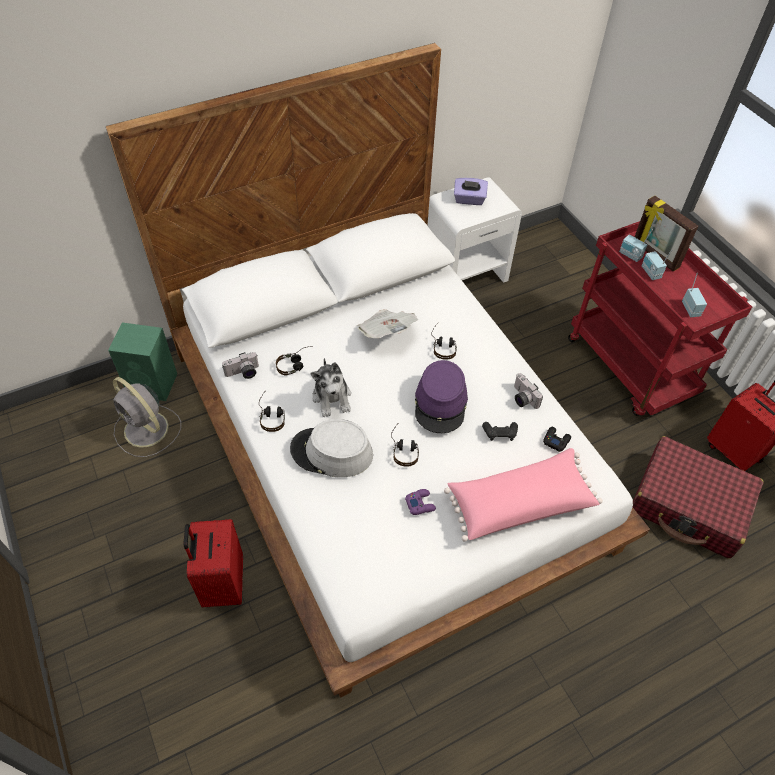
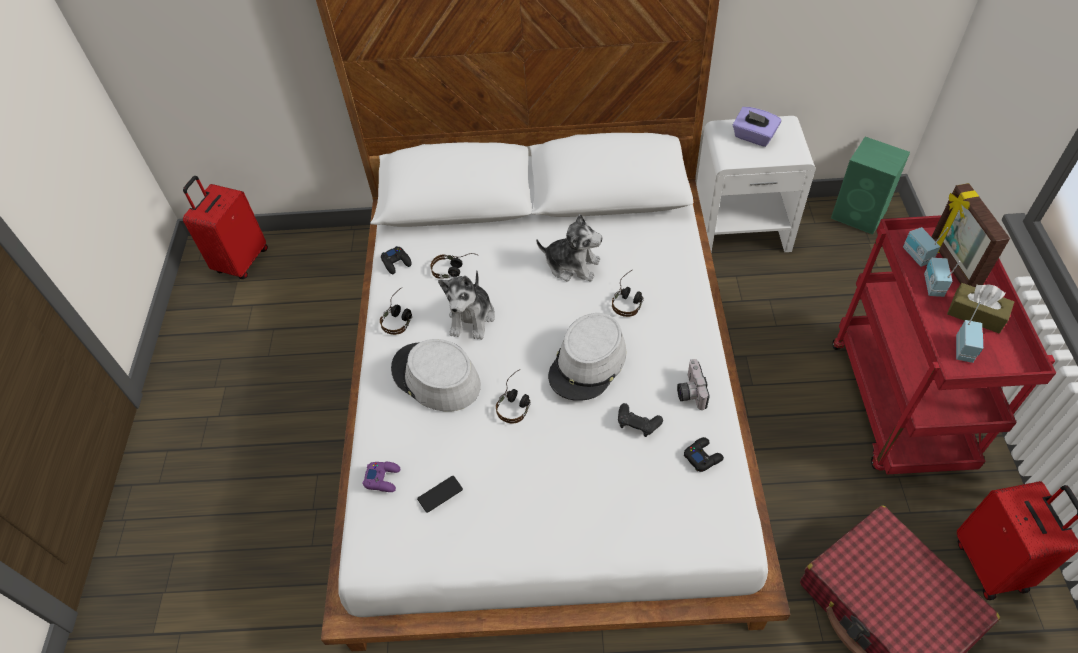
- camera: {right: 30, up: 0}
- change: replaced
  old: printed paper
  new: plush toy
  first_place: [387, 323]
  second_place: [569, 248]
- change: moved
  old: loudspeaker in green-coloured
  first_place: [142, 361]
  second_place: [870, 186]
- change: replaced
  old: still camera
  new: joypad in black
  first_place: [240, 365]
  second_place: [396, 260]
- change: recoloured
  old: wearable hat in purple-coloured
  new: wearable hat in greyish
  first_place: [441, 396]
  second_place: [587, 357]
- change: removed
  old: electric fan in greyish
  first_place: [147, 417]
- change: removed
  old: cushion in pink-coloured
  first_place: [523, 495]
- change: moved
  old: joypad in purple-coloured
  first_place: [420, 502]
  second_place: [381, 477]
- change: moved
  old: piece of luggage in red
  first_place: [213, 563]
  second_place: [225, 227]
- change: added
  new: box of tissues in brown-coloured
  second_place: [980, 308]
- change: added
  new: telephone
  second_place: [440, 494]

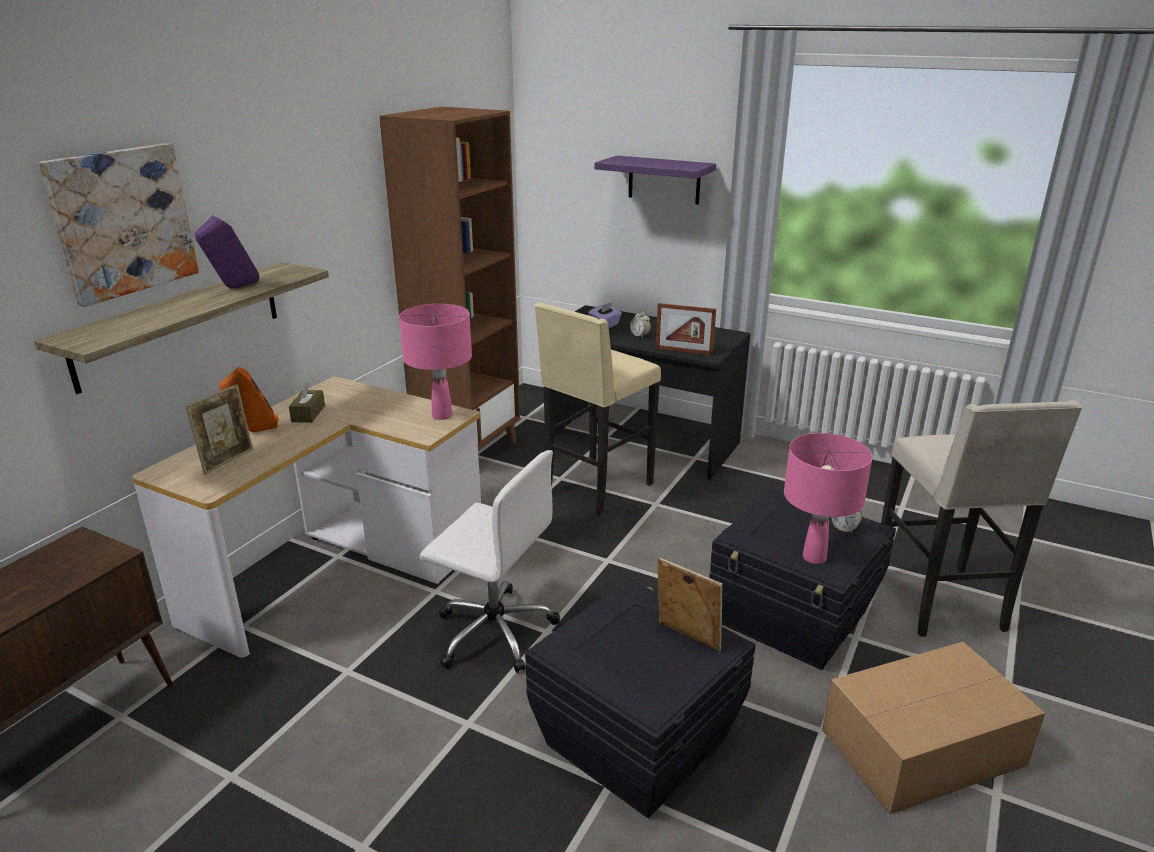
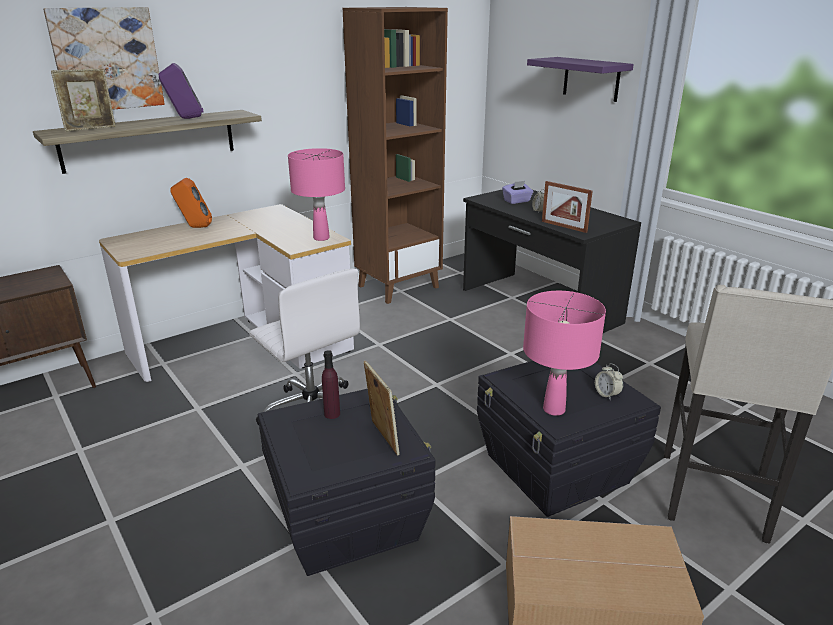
- camera: {right: 25, up: 0}
- change: removed
  old: stool in beige-coloured
  first_place: [597, 409]
- change: removed
  old: box of tissues in brown-coloured
  first_place: [307, 402]
- change: moved
  old: standing frame
  first_place: [219, 429]
  second_place: [83, 100]
- change: added
  new: bottle in purple-coloured
  second_place: [331, 384]

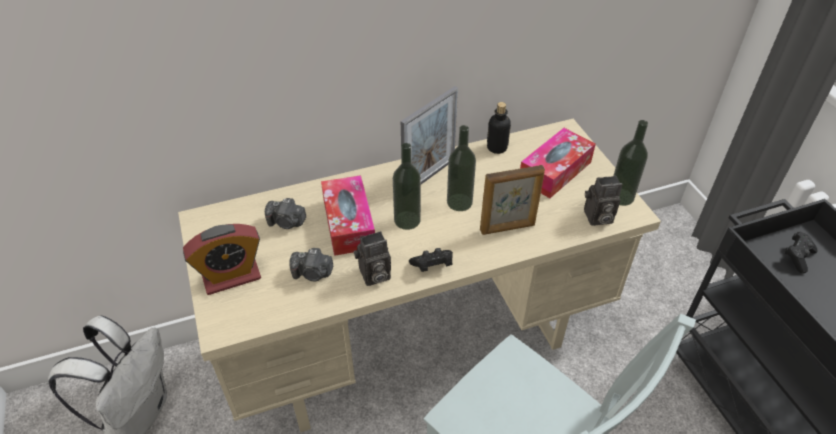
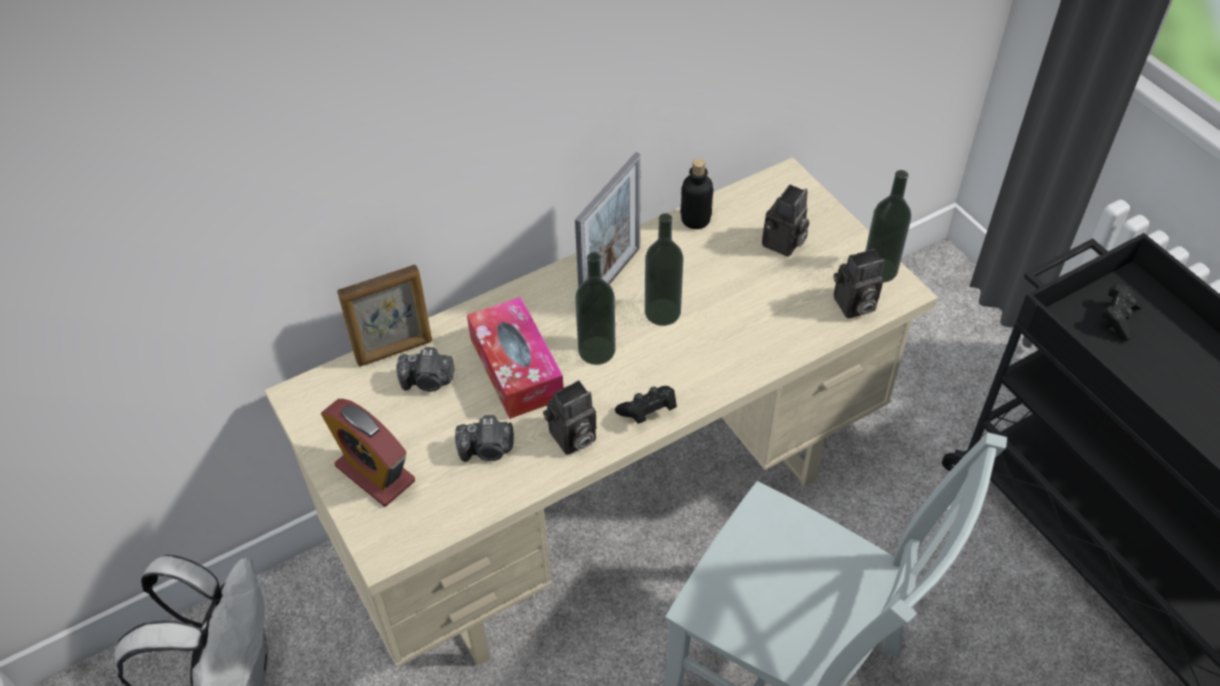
- camera: {right: -10, up: 5}
- change: replaced
  old: box of tissues
  new: still camera
  first_place: [558, 163]
  second_place: [785, 221]
- change: moved
  old: standing frame
  first_place: [512, 200]
  second_place: [384, 315]
- change: turned
  old: bedside clock
  first_place: [222, 259]
  second_place: [368, 452]
  degrees: 75

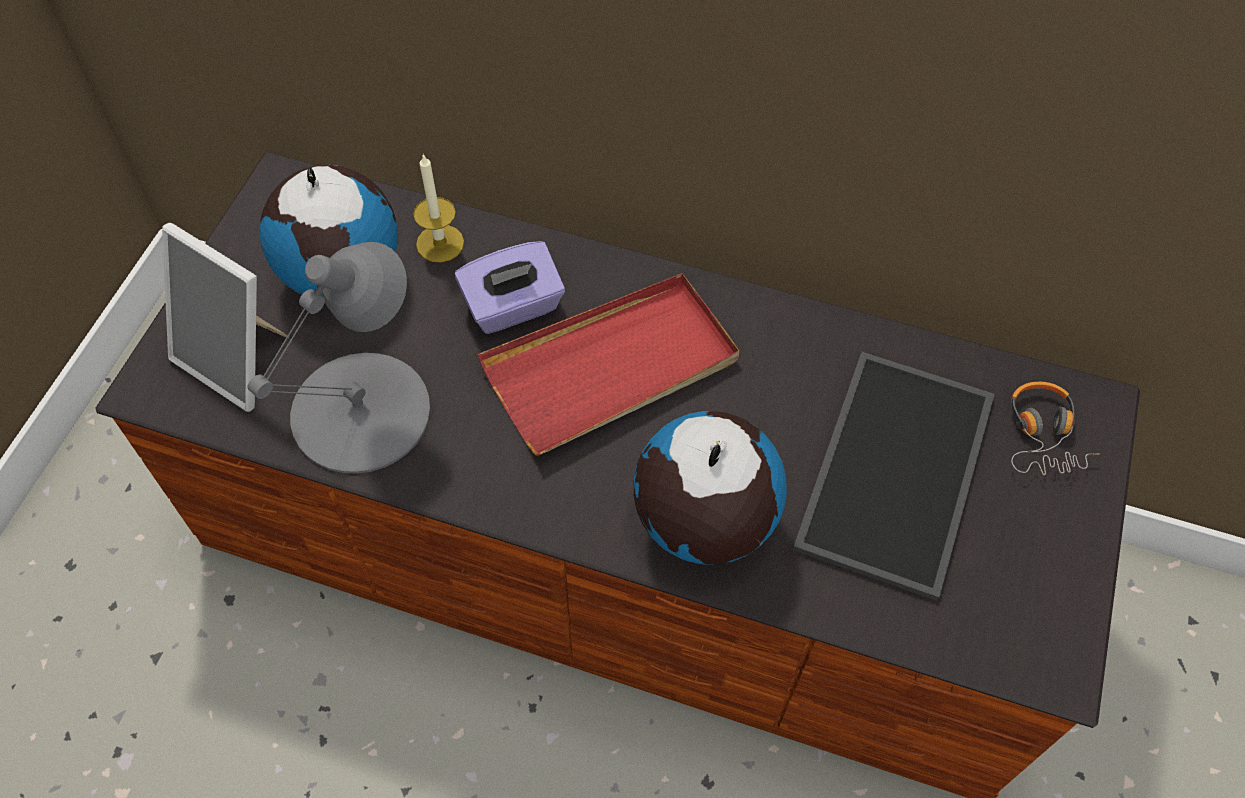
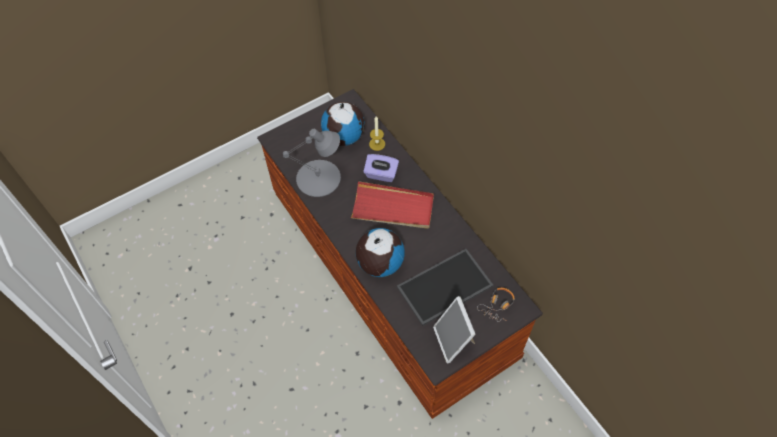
- camera: {right: 40, up: 0}
- change: moved
  old: standing frame
  first_place: [226, 317]
  second_place: [454, 329]

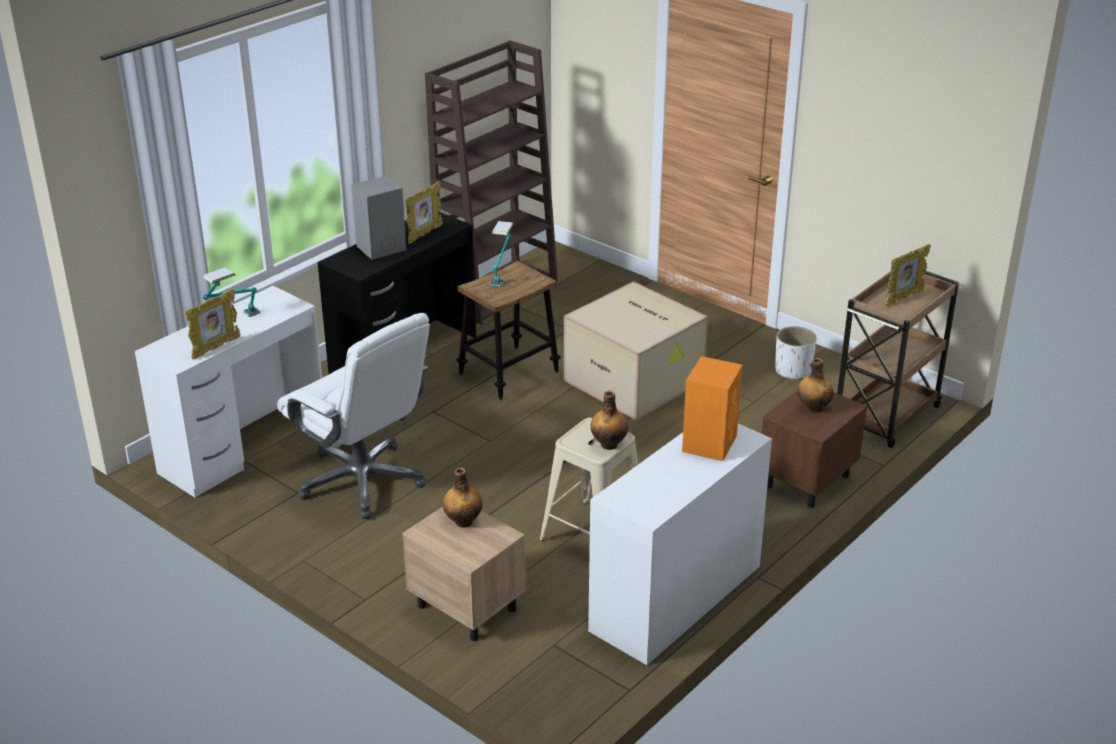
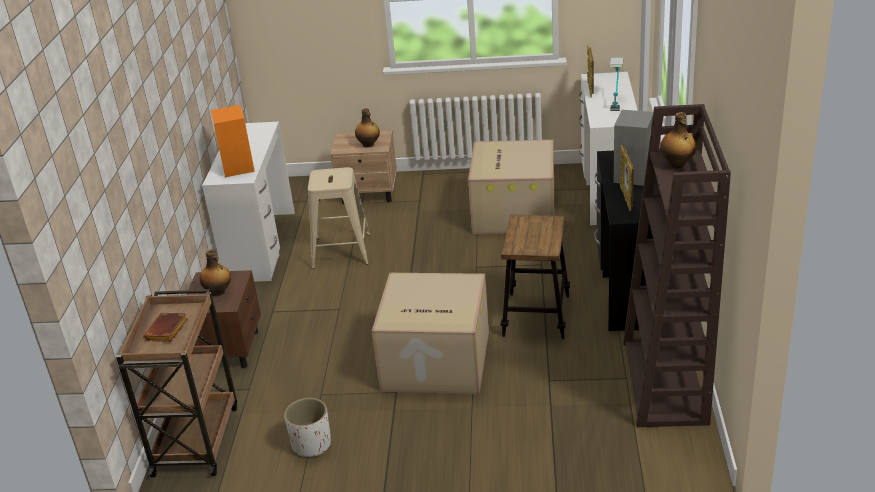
- camera: {right: 145, up: 0}
- change: removed
  old: lamp for a table
  first_place: [502, 254]
- change: replaced
  old: standing frame
  new: book in brown-coloured
  first_place: [908, 275]
  second_place: [165, 327]
- change: replaced
  old: office chair in whitish
  new: cardboard box
  first_place: [353, 416]
  second_place: [511, 187]
- change: moved
  old: bottle
  first_place: [609, 420]
  second_place: [678, 140]

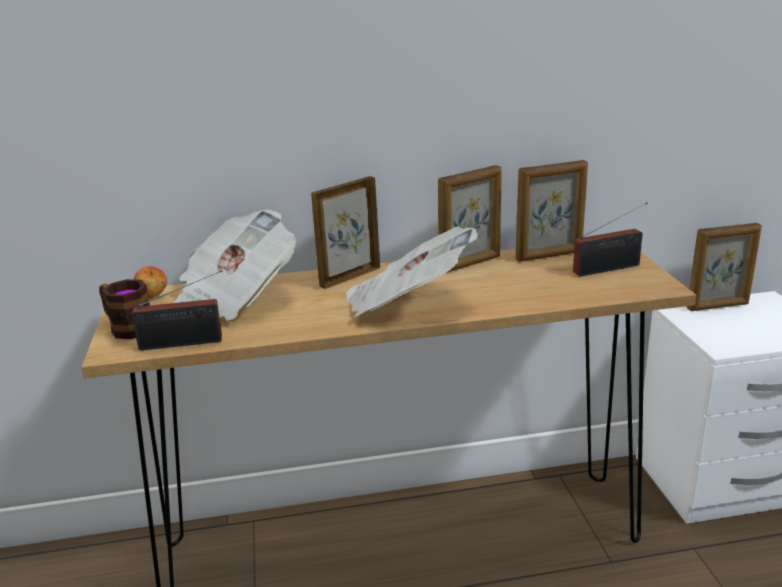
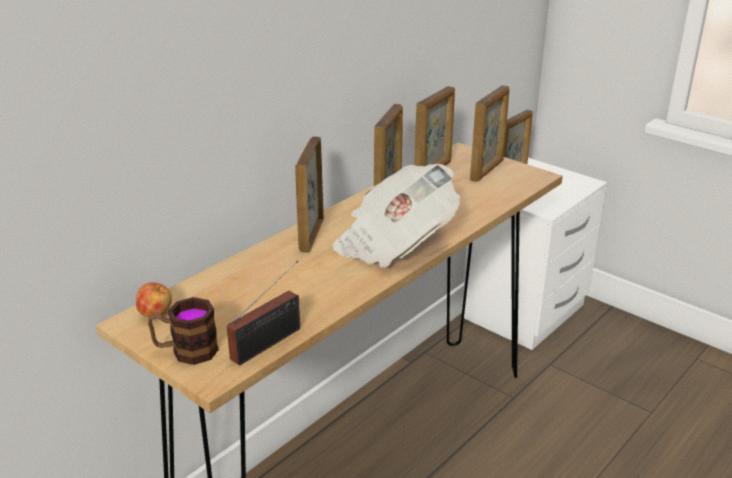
- camera: {right: -40, up: 5}
- change: replaced
  old: radio
  new: standing frame
  first_place: [610, 239]
  second_place: [489, 133]
- change: removed
  old: printed paper
  first_place: [235, 265]

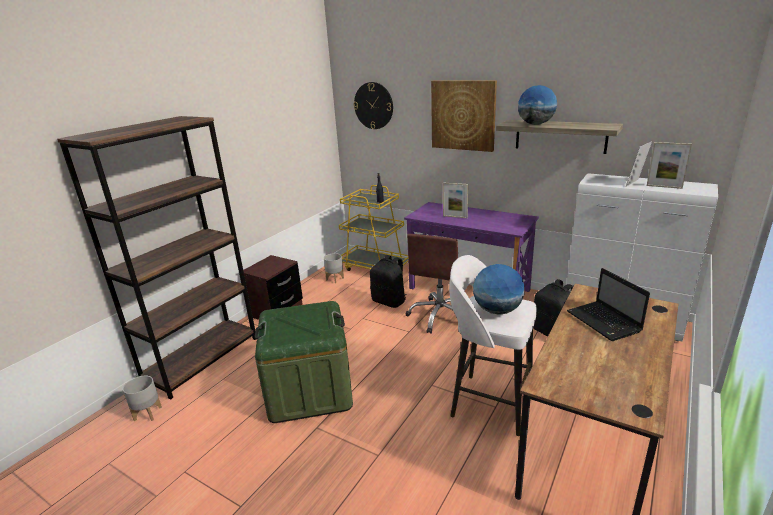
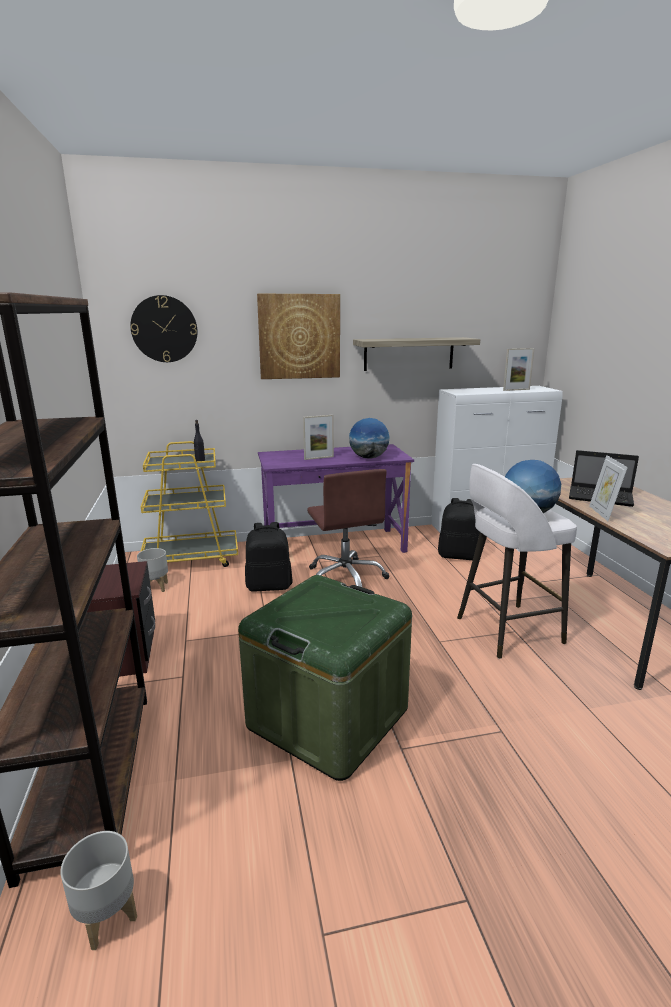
- camera: {right: -45, up: -5}
- change: moved
  old: globe
  first_place: [537, 105]
  second_place: [369, 438]
- change: moved
  old: standing frame
  first_place: [639, 163]
  second_place: [608, 488]

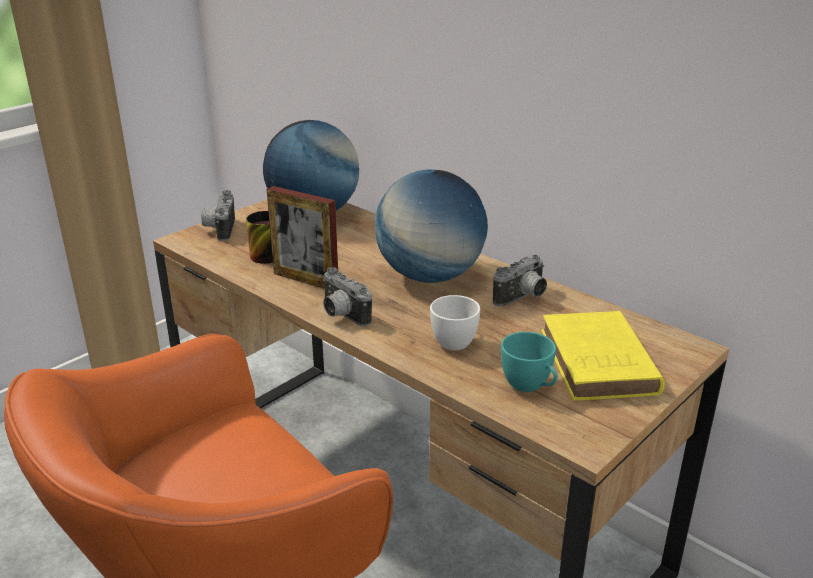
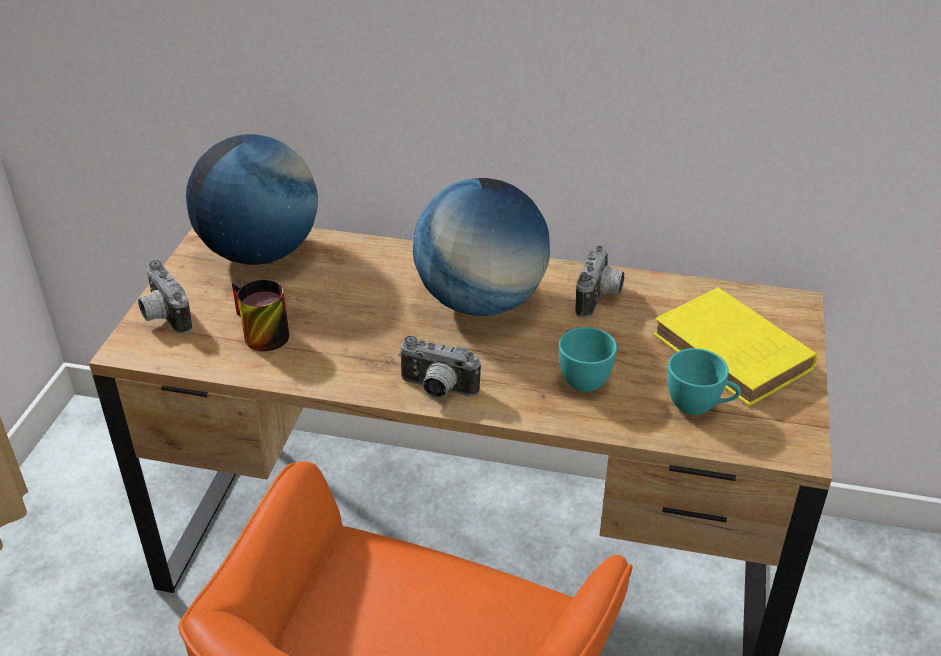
- camera: {right: -30, up: 10}
- change: removed
  old: standing frame
  first_place: [302, 237]
- change: recoloured
  old: cup in whitish
  new: cup in blue-green
  first_place: [455, 322]
  second_place: [588, 359]

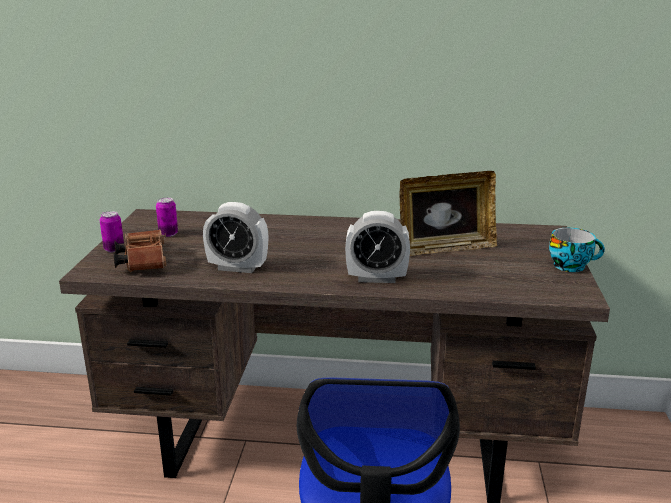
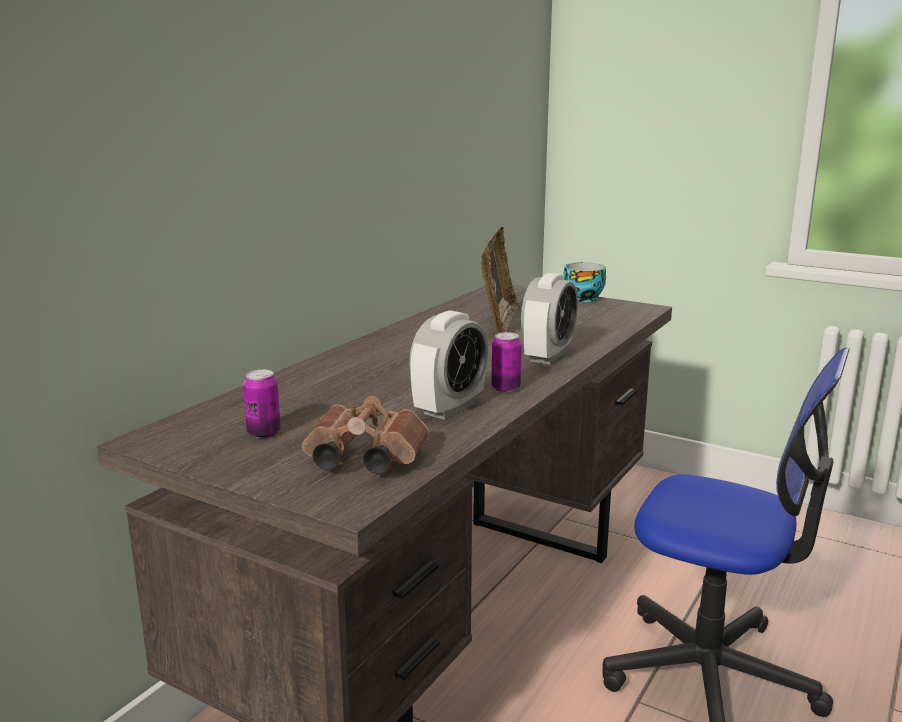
- camera: {right: -65, up: -5}
- change: moved
  old: can
  first_place: [112, 232]
  second_place: [506, 362]

